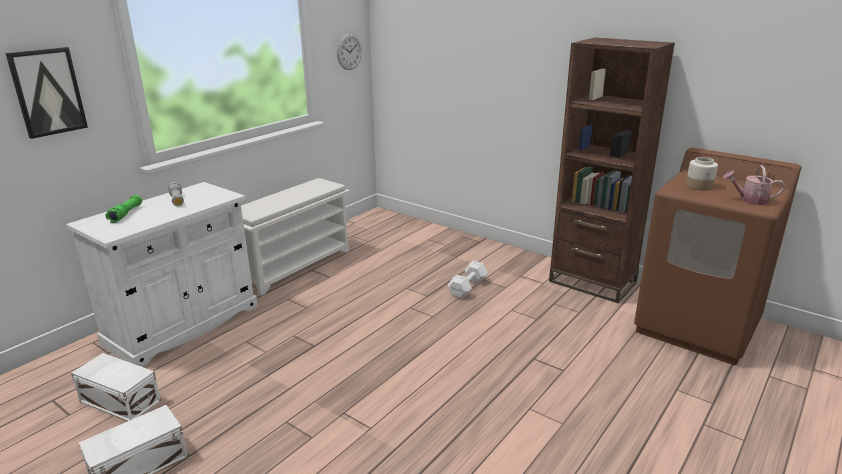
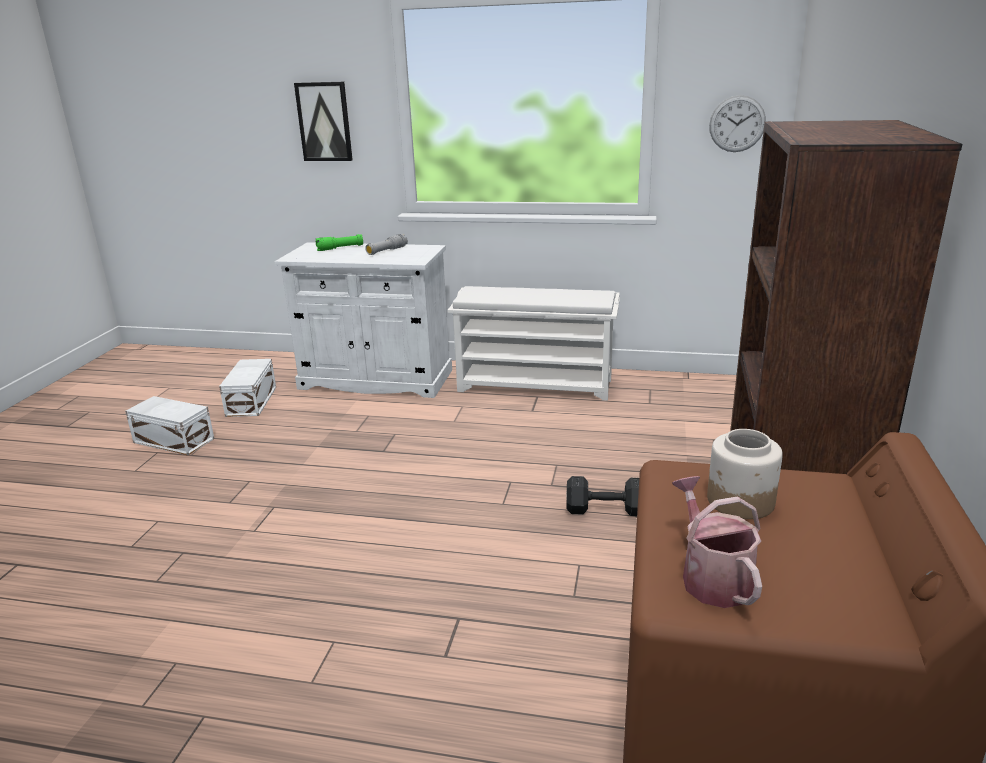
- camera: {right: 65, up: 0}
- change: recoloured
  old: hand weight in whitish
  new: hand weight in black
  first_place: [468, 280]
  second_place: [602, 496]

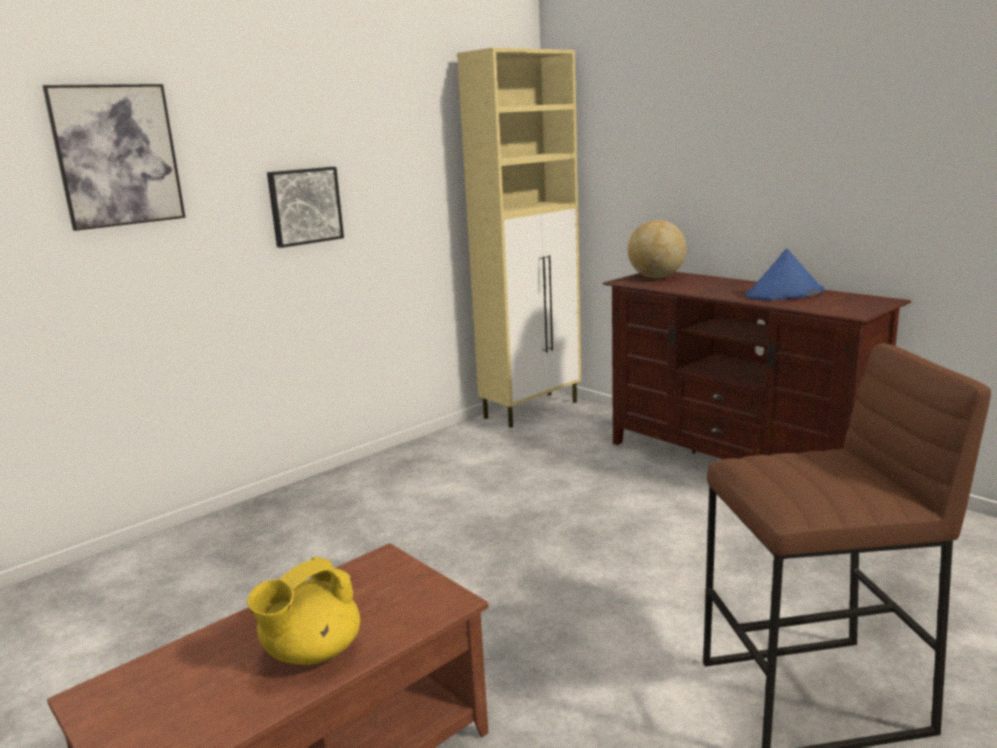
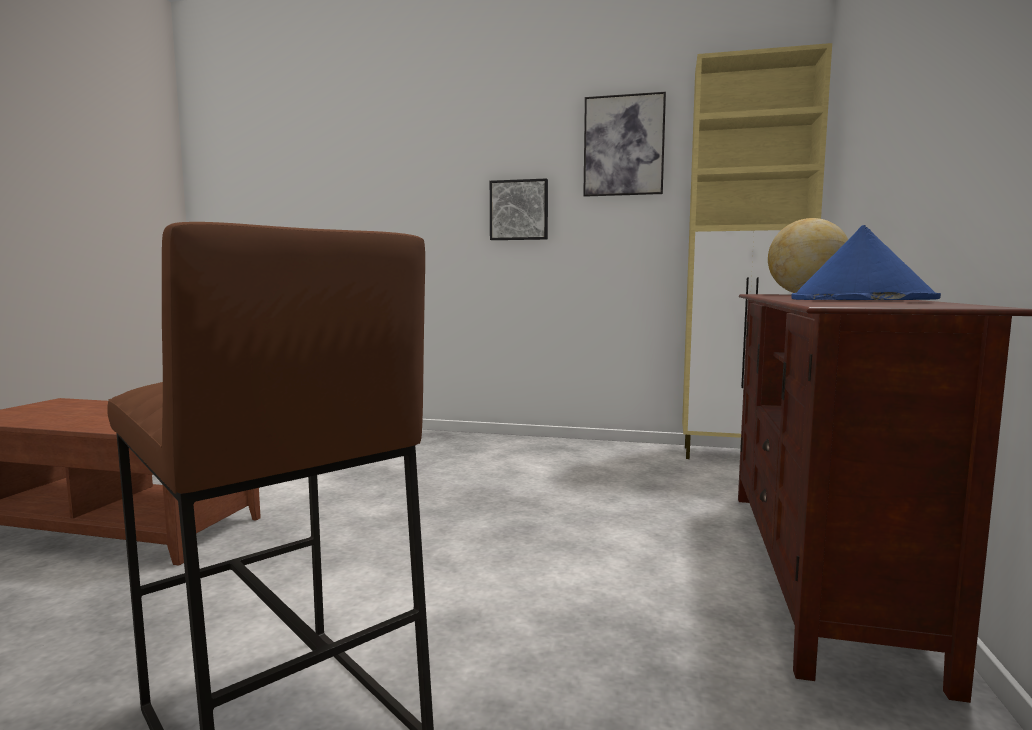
- camera: {right: 55, up: -10}
- change: moved
  old: picture
  first_place: [114, 157]
  second_place: [624, 144]
- change: removed
  old: tea pot in yellowish
  first_place: [303, 611]

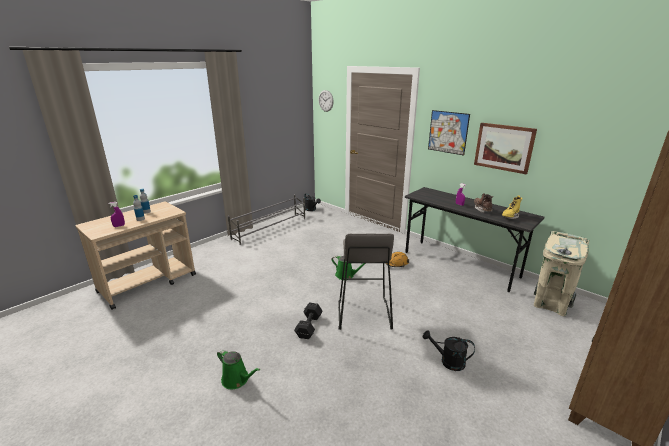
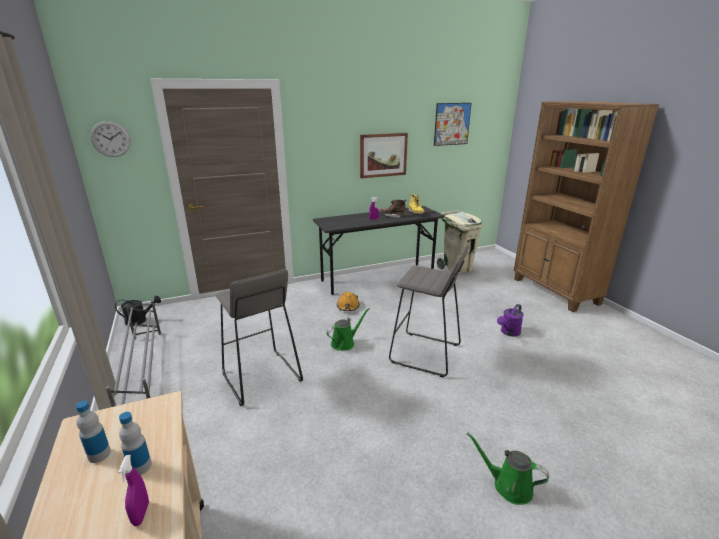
- camera: {right: -65, up: 0}
- change: moved
  old: picture
  first_place: [449, 132]
  second_place: [452, 124]
- change: removed
  old: hand weight in black
  first_place: [308, 321]
- change: recoloured
  old: watering pot in black
  new: watering pot in purple-coloured
  first_place: [449, 350]
  second_place: [510, 320]
- change: turned
  old: watering pot in green-coloured
  first_place: [238, 369]
  second_place: [508, 469]
  degrees: -120
- change: added
  new: stool in greyish
  second_place: [259, 337]

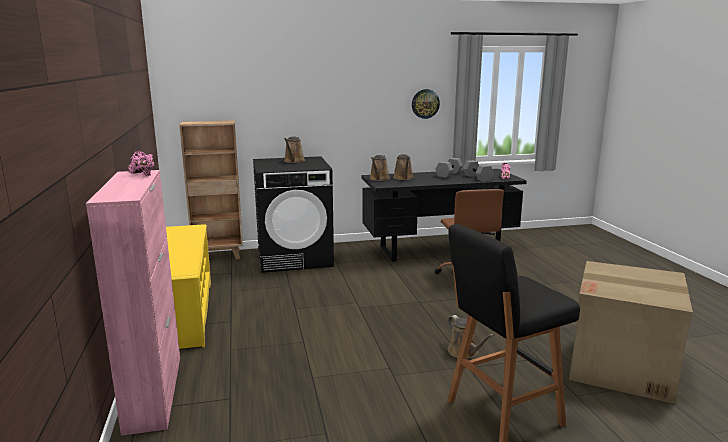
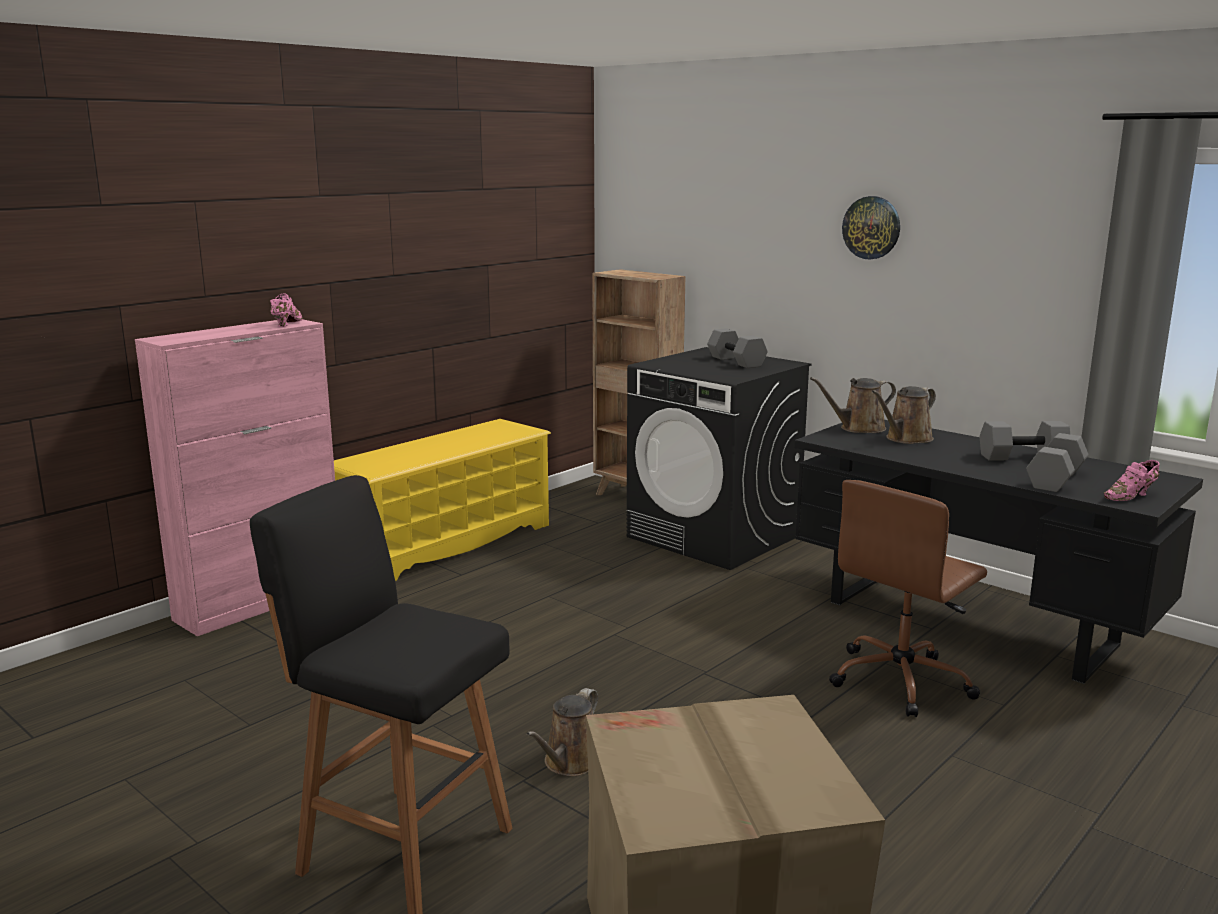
- camera: {right: 55, up: 0}
- change: moved
  old: clock on the wall
  first_place: [426, 104]
  second_place: [871, 228]
- change: replaced
  old: watering pot in brown-coloured
  new: hand weight in greyish
  first_place: [294, 150]
  second_place: [737, 348]

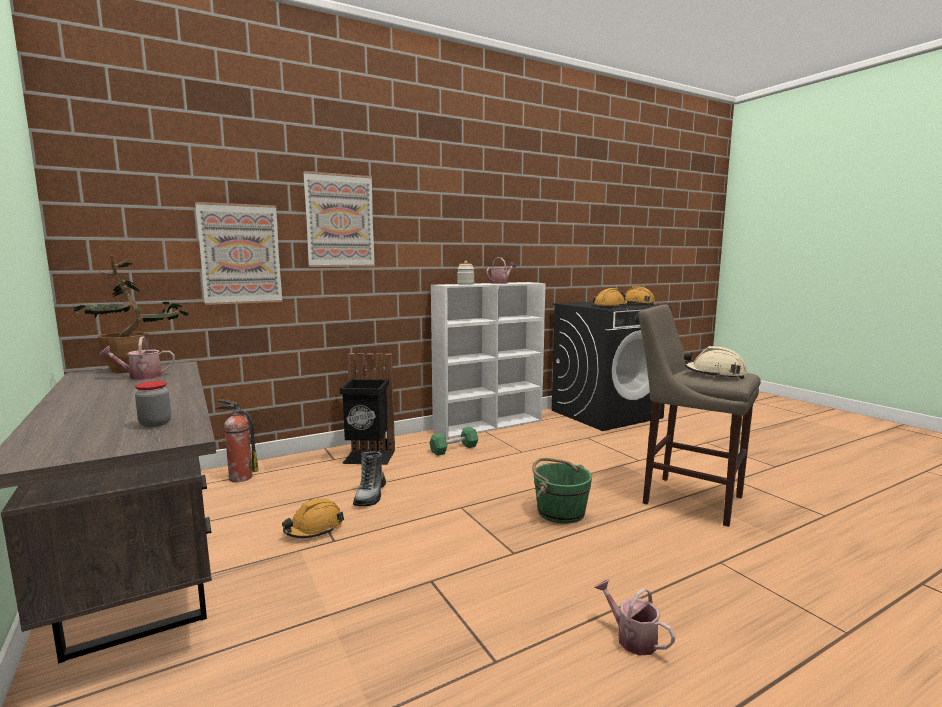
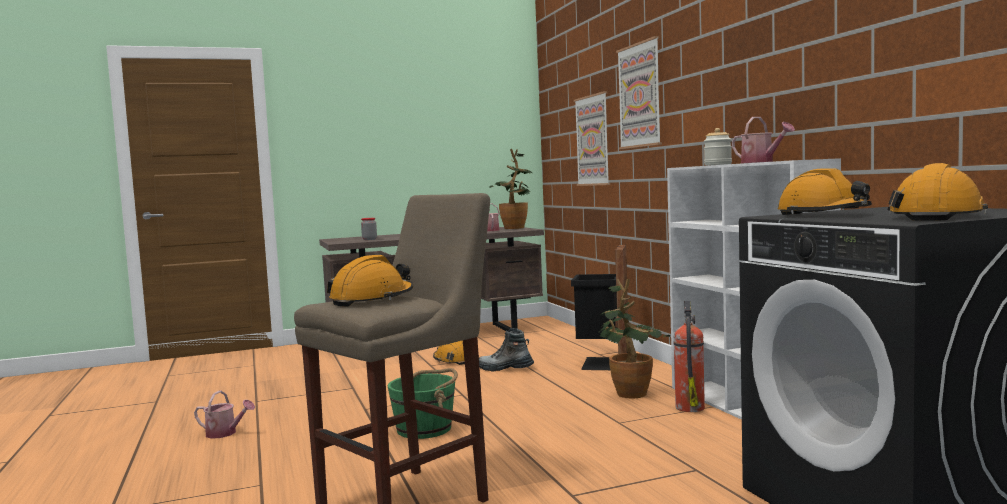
- camera: {right: 100, up: -5}
- change: recoloured
  old: safety helmet in beige-coloured
  new: safety helmet in orange-coloured
  first_place: [715, 362]
  second_place: [370, 281]
- change: moved
  old: fire extinguisher
  first_place: [237, 440]
  second_place: [689, 356]
- change: replaced
  old: hand weight in green-coloured
  new: houseplant
  first_place: [453, 441]
  second_place: [635, 338]
- change: turned
  old: watering pot
  first_place: [635, 617]
  second_place: [224, 414]
  degrees: 45

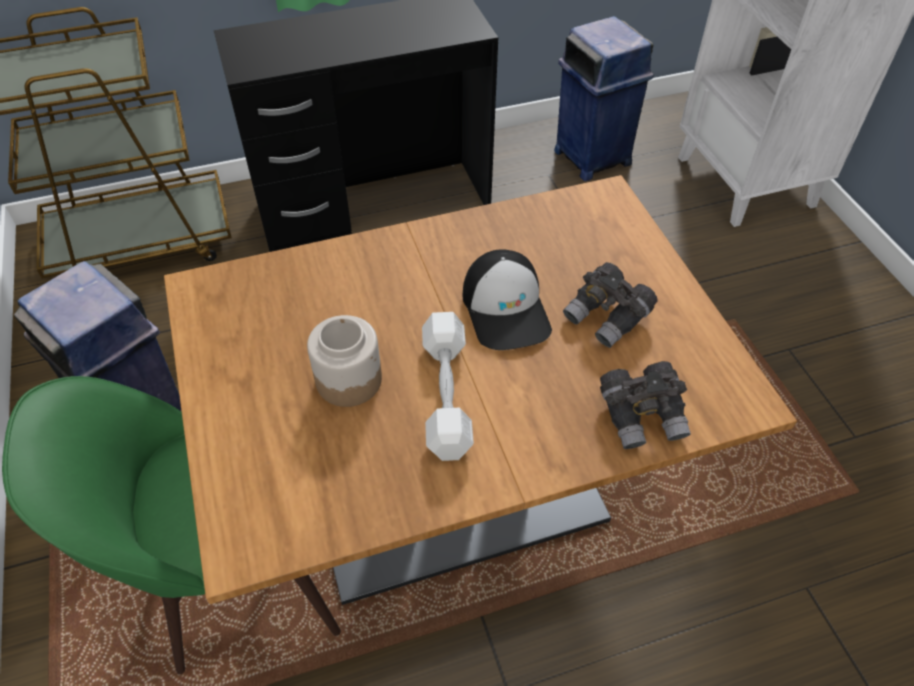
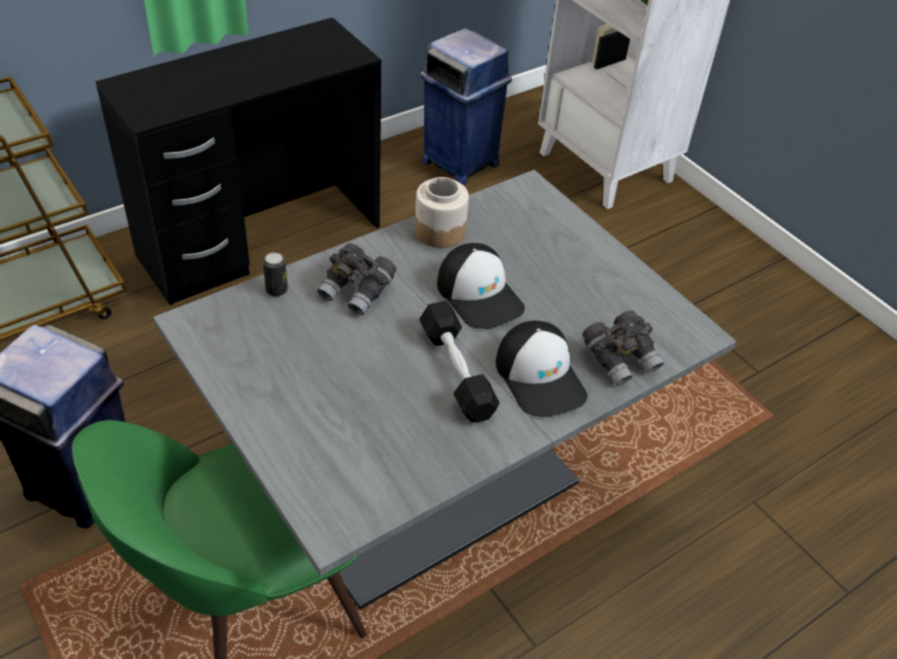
- camera: {right: -20, up: -5}
- change: recoloured
  old: dinner table in brown-coloured
  new: dinner table in greyish
  first_place: [480, 390]
  second_place: [444, 390]
- change: moved
  old: field glasses in greyish
  first_place: [610, 305]
  second_place: [356, 279]
- change: recoloured
  old: hand weight in whitish
  new: hand weight in black
  first_place: [448, 386]
  second_place: [459, 362]
- change: moved
  old: jar
  first_place: [344, 361]
  second_place: [442, 212]
- change: added
  new: can
  second_place: [275, 274]
- change: added
  new: cap
  second_place: [541, 369]

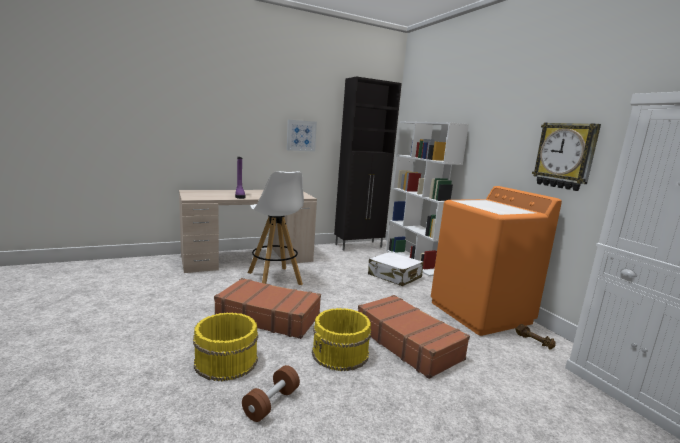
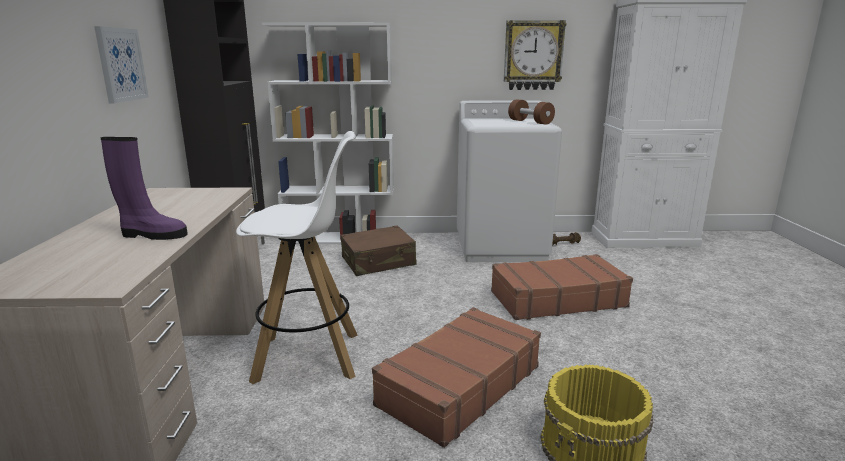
- camera: {right: -65, up: 5}
- change: recoloured
  old: laundry machine in orange-coloured
  new: laundry machine in whitish
  first_place: [496, 261]
  second_place: [509, 181]
- change: recoloured
  old: piece of luggage in whitish
  new: piece of luggage in brown-coloured
  first_place: [396, 269]
  second_place: [378, 251]
- change: removed
  old: pail in yellowish
  first_place: [341, 339]
- change: moved
  old: hand weight in brown-coloured
  first_place: [271, 393]
  second_place: [531, 112]

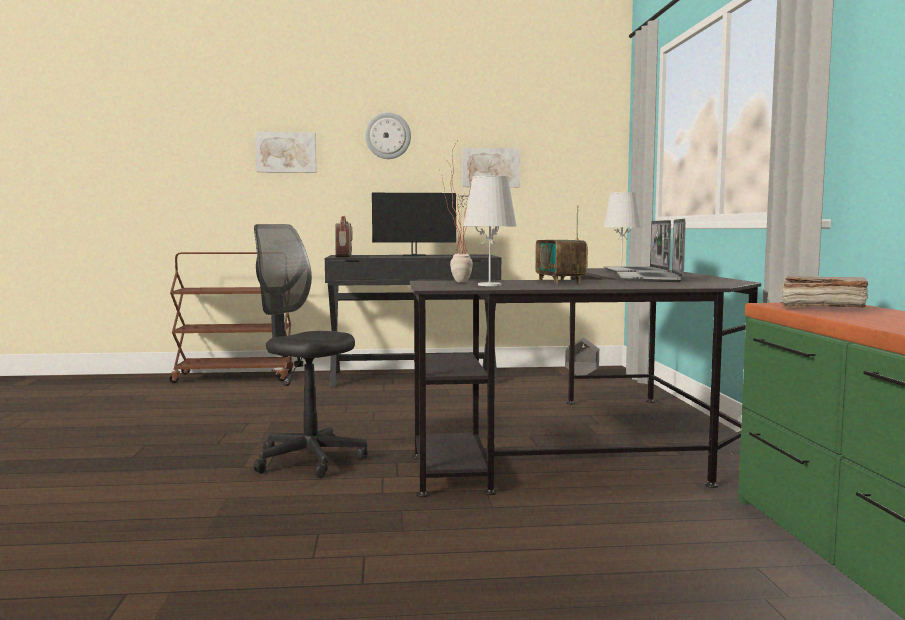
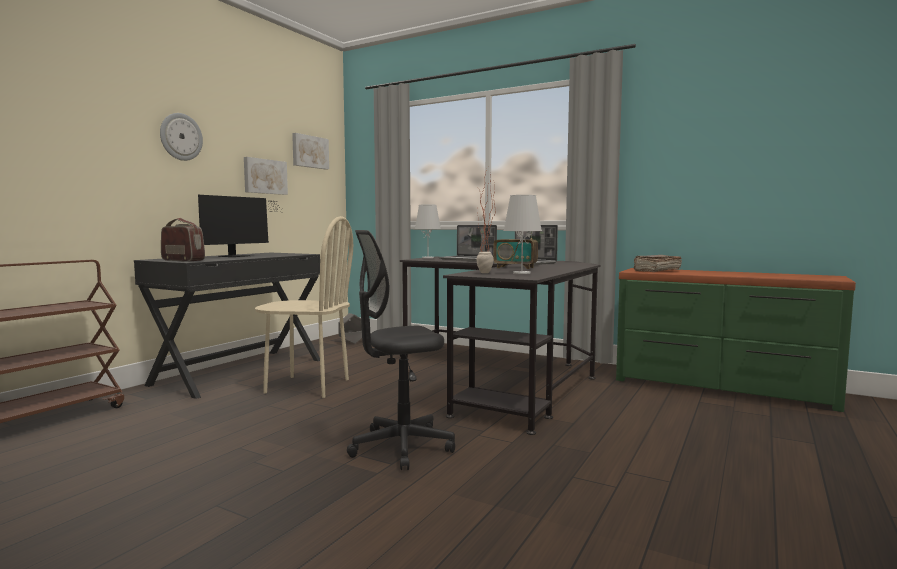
- camera: {right: -55, up: 0}
- change: moved
  old: picture
  first_place: [285, 152]
  second_place: [310, 151]
- change: added
  new: chair in beige-coloured
  second_place: [304, 307]

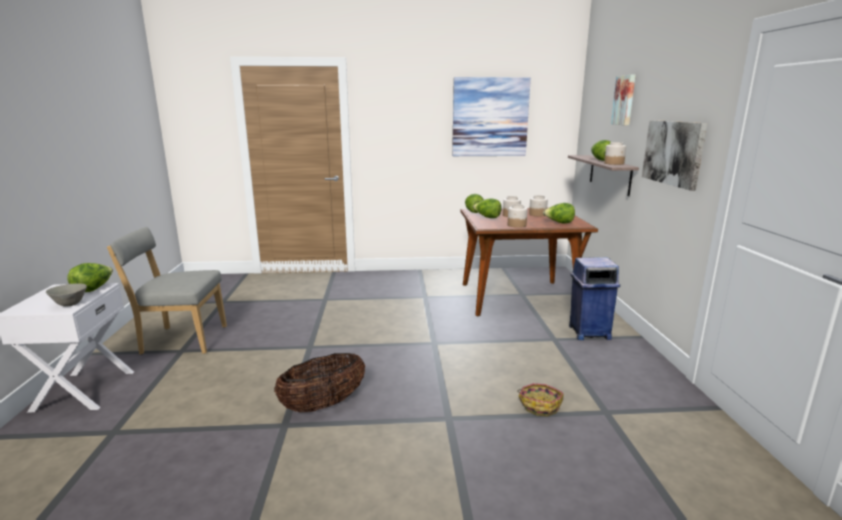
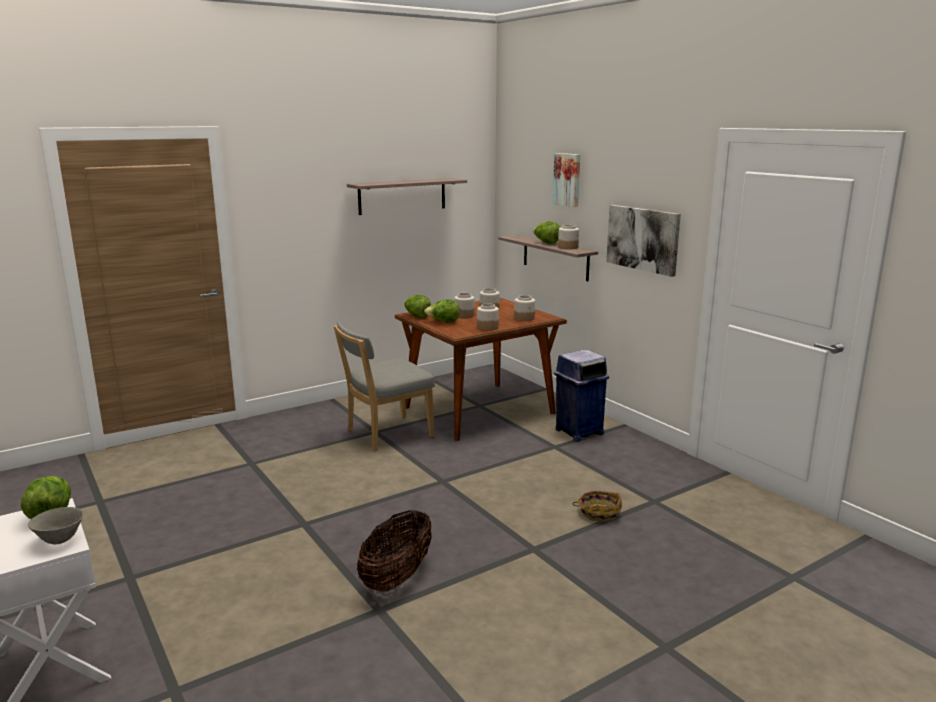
- camera: {right: -30, up: 0}
- change: replaced
  old: picture
  new: wall shelf
  first_place: [491, 116]
  second_place: [407, 196]
- change: replaced
  old: lettuce
  new: jar
  first_place: [559, 213]
  second_place: [524, 308]
- change: moved
  old: chair in greyish
  first_place: [167, 290]
  second_place: [384, 386]

